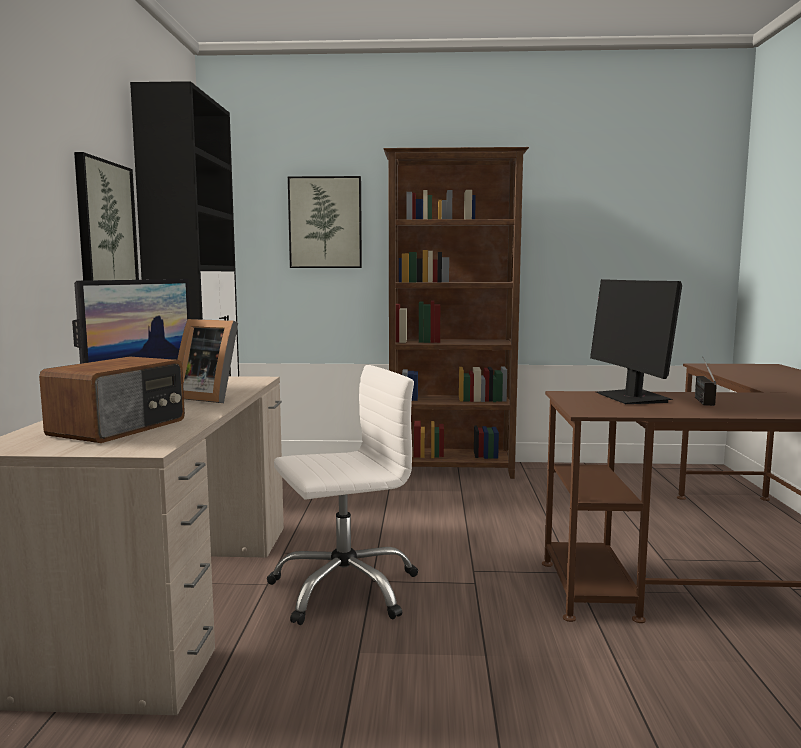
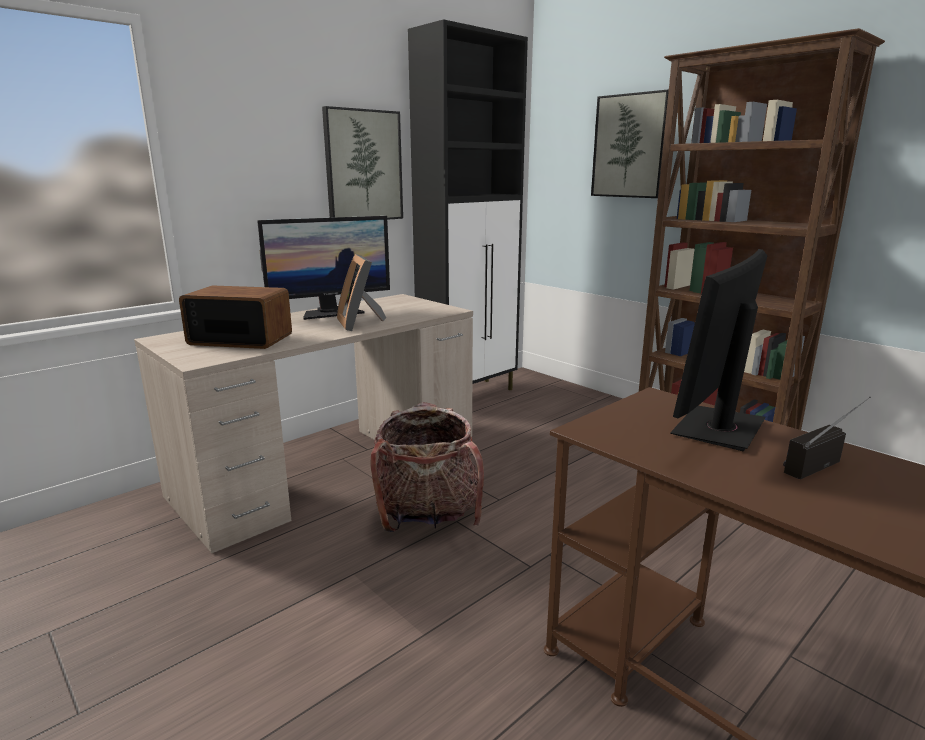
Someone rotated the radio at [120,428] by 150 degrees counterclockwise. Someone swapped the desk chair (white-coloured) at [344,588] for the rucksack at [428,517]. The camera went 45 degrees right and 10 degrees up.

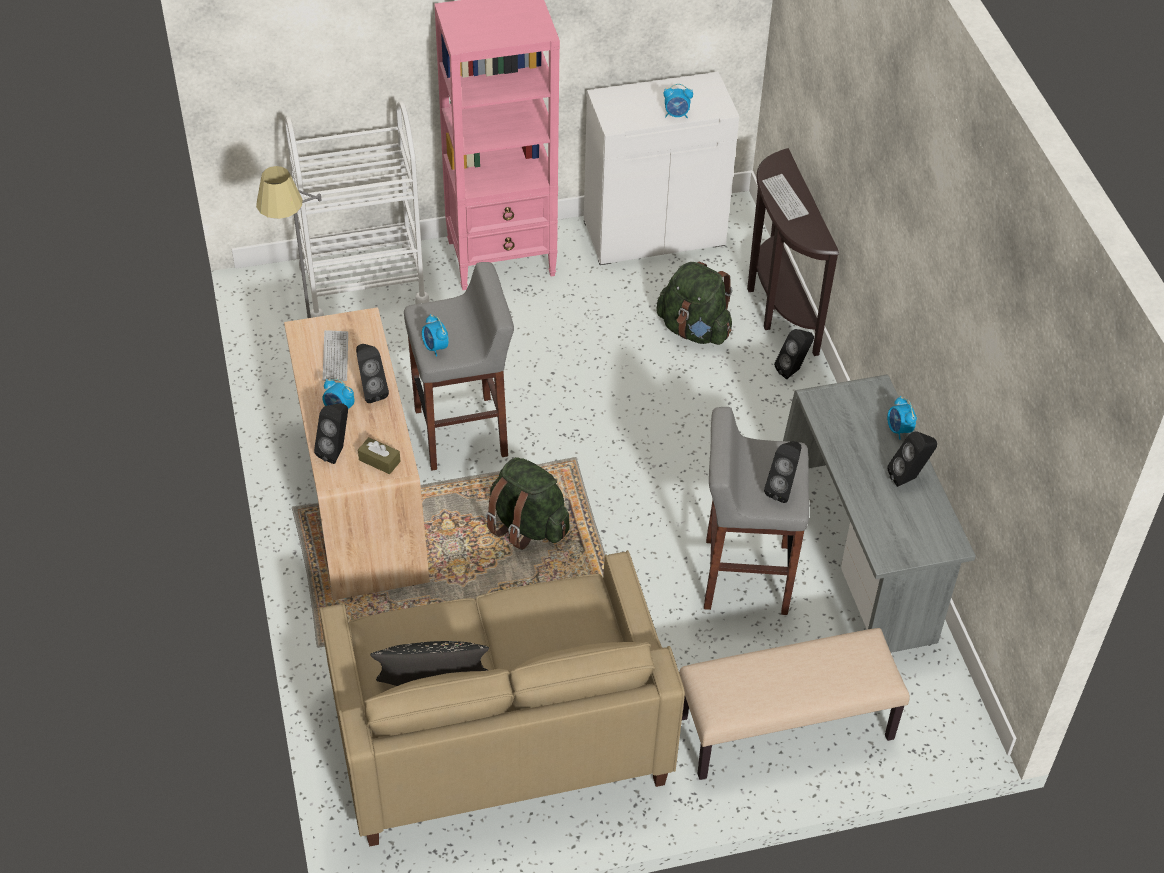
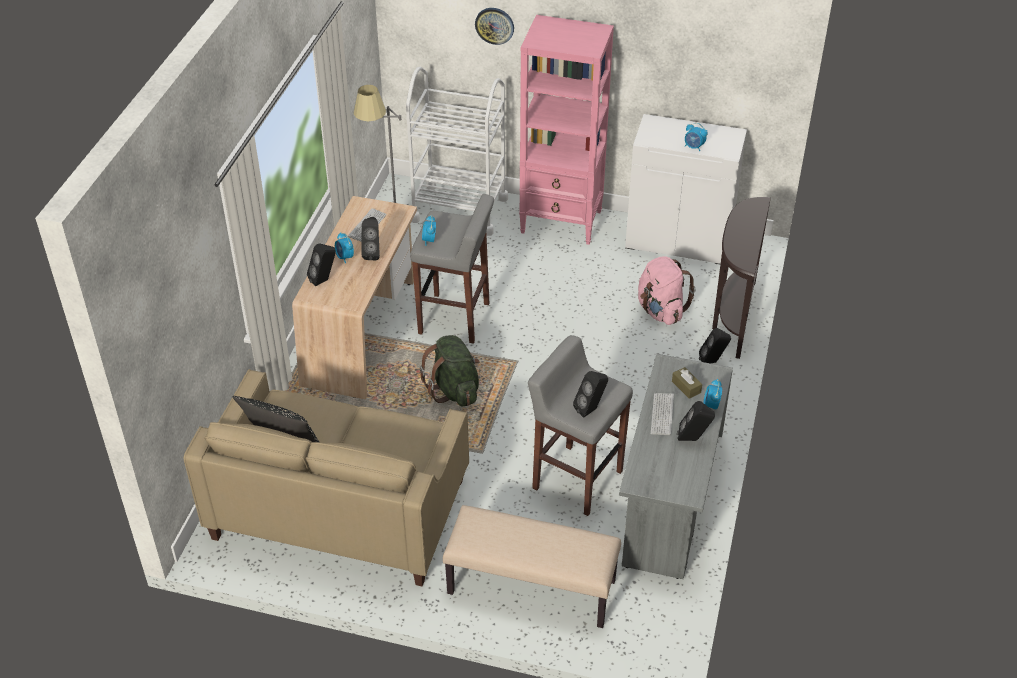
Someone carried the keyboard from [785,198] to [662,415]. Someone repainted the rucksack (green) at [694,330], which became the rucksack (pinkish) at [661,311]. Someone carried the tissue box (brownish) from [379,461] to [686,387]. Someone put up the clock on the wall at [494,25]. The camera went 30 degrees right and 5 degrees down.

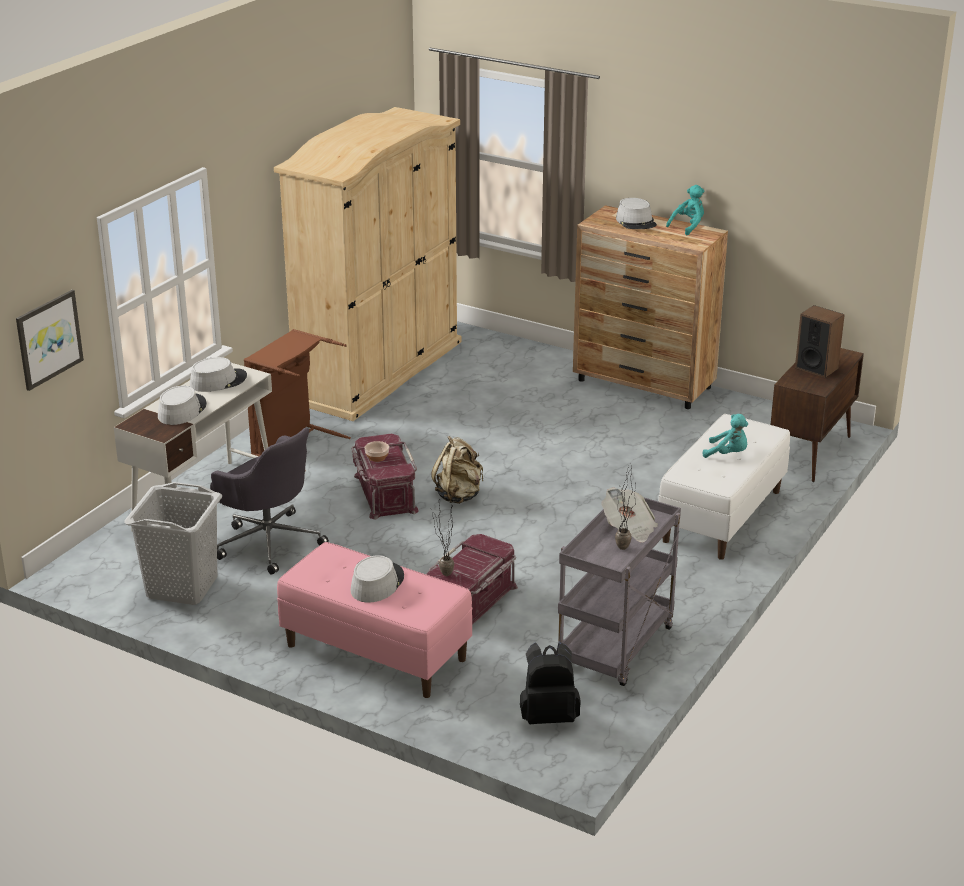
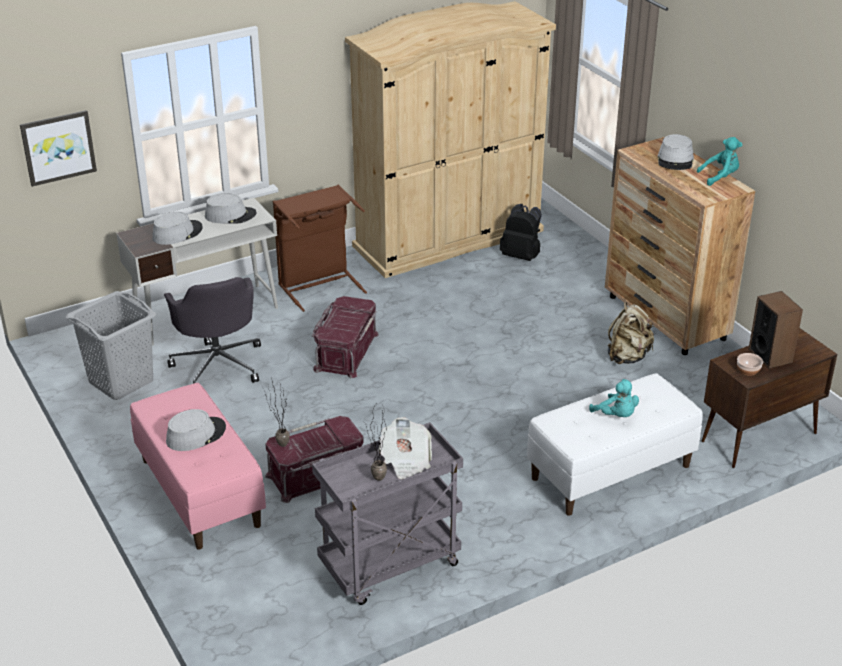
Someone carried the rucksack (beige-coloured) from [459,495] to [627,357]. Someone carried the serving bowl from [376,457] to [748,370]. Someone carried the rucksack (blackish) from [548,716] to [521,256]. The camera went 30 degrees right and 5 degrees up.

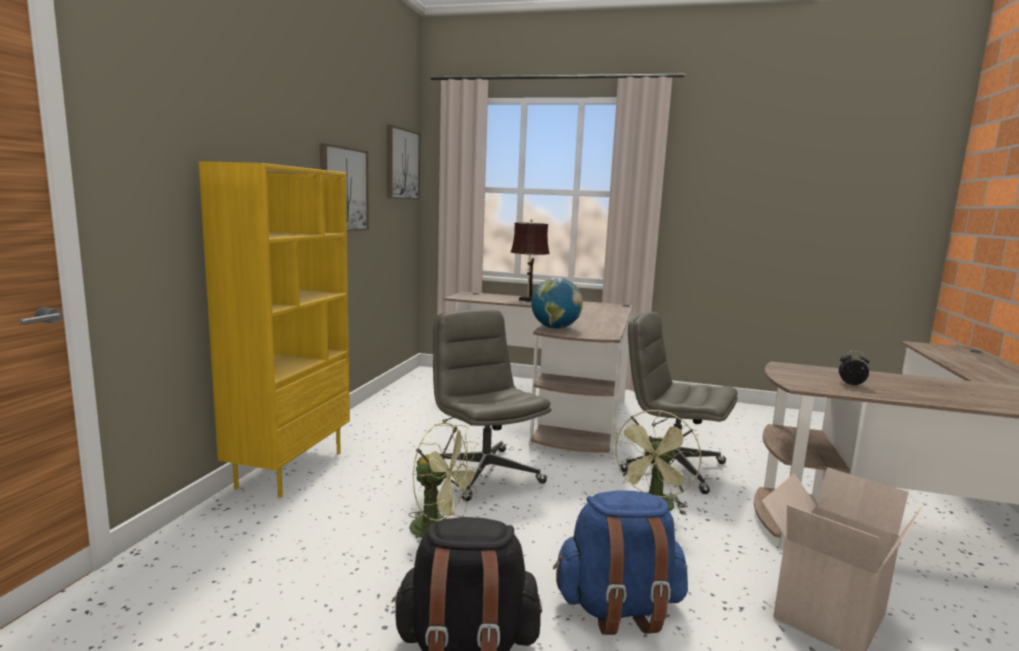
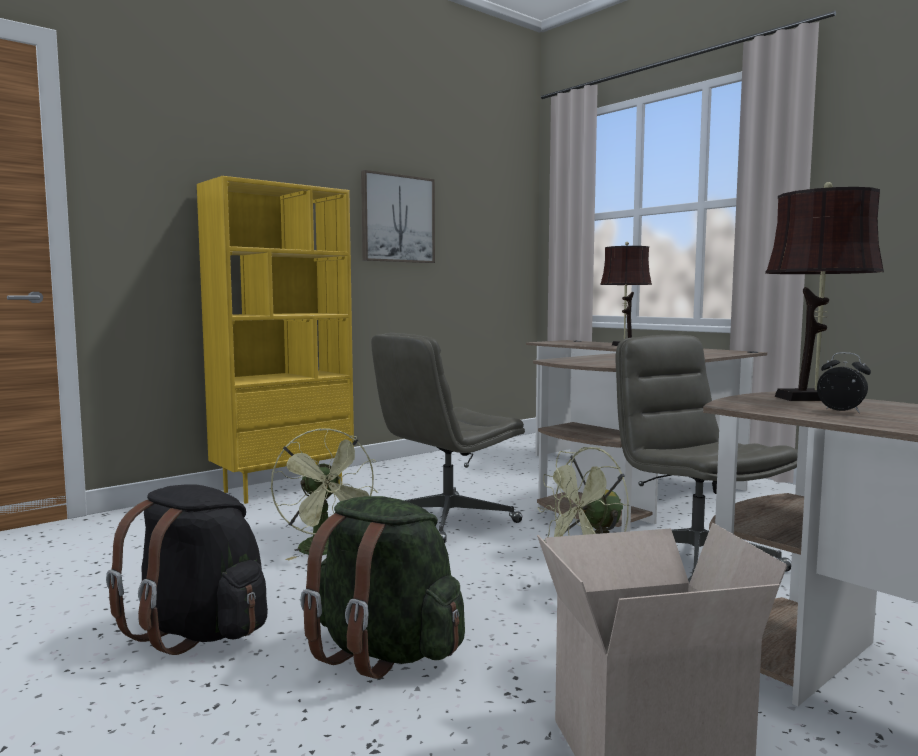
Someone took away the picture at [402,164]. Someone took away the globe at [555,328]. Someone rotated the desk chair (greyish) at [484,473] by 135 degrees counterclockwise. Someone repainted the rucksack (blue) at [618,608], which became the rucksack (green) at [383,652]. Someone put down the table lamp (brownish) at [814,398]. The camera went 35 degrees right and 5 degrees down.

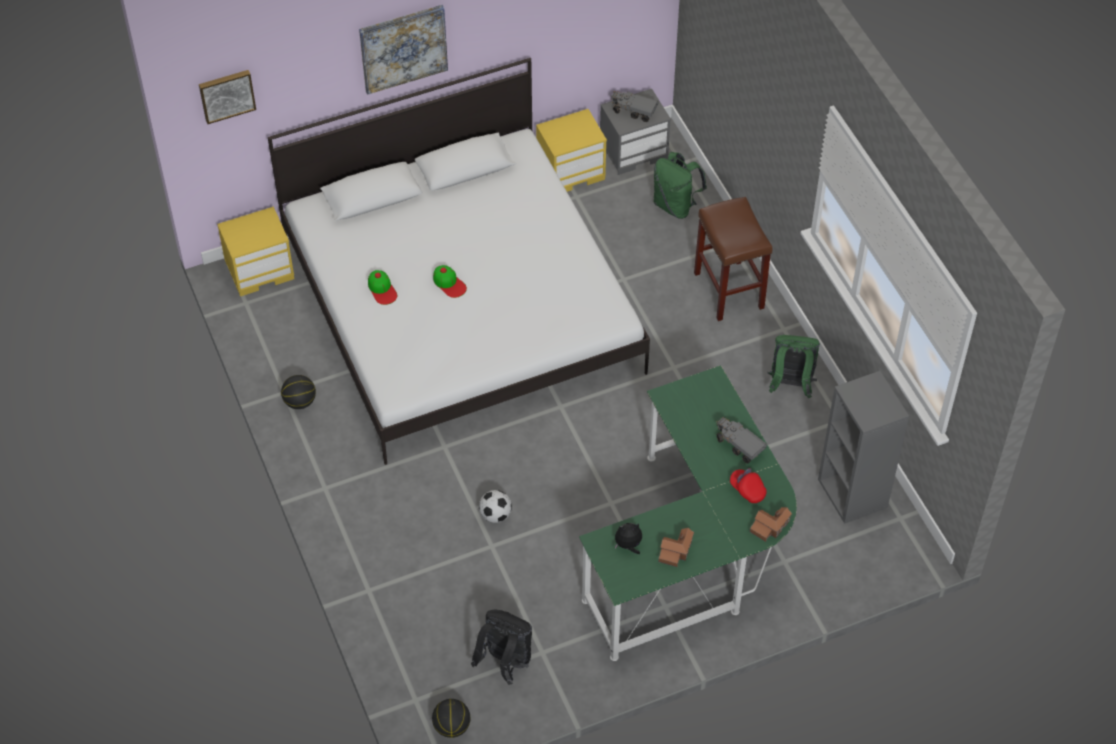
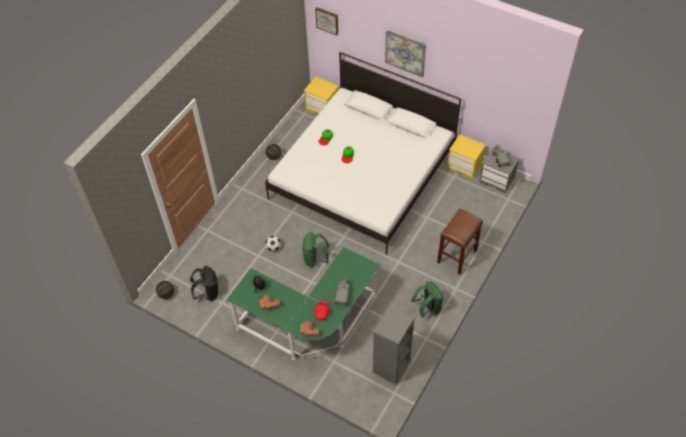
Someone carried the rucksack (green) from [675,205] to [315,259]. The camera went 55 degrees right and 0 degrees up.

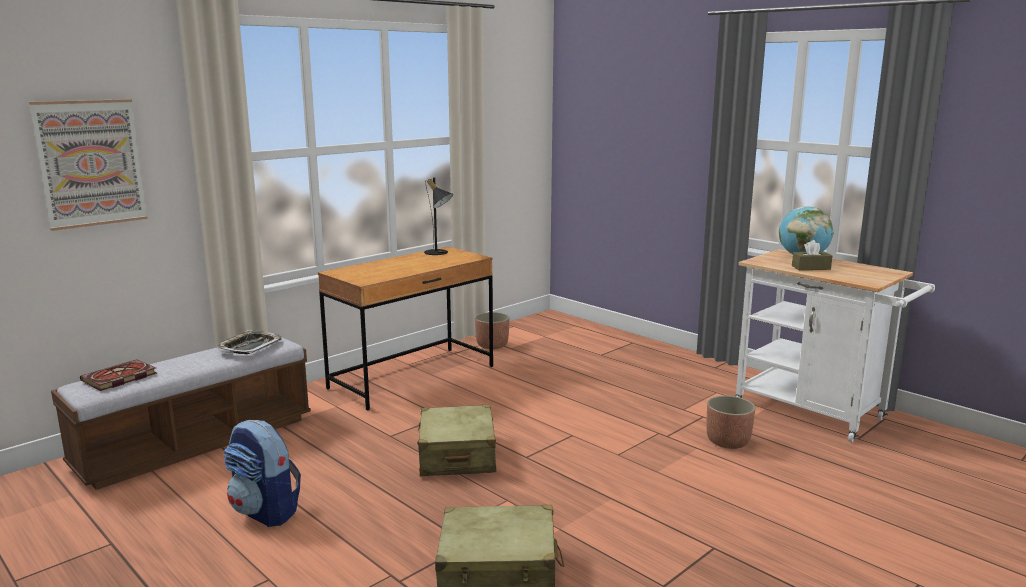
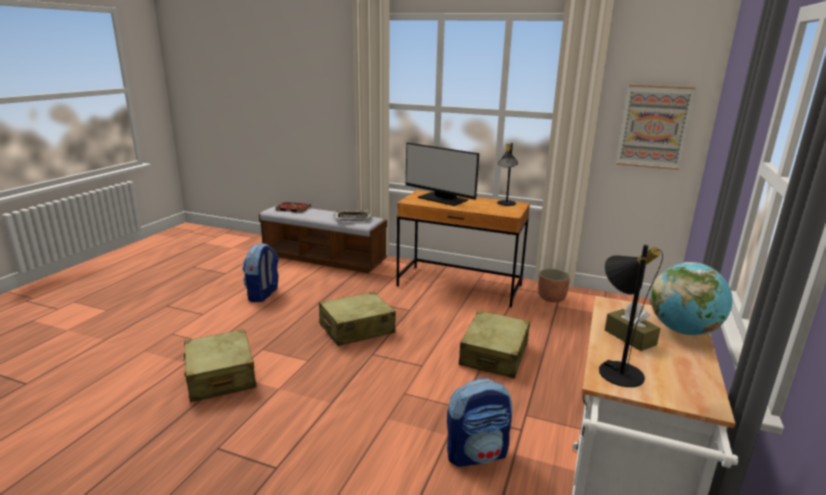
Someone carried the picture from [90,163] to [654,127]. Someone swapped the planter at [727,441] for the rucksack at [477,453]. Someone put down the computer display at [442,199]. Someone put down the table lamp (blackish) at [616,369]. Someone put down the suitcase (beige-coloured) at [494,354]. The camera went 65 degrees right and 5 degrees up.

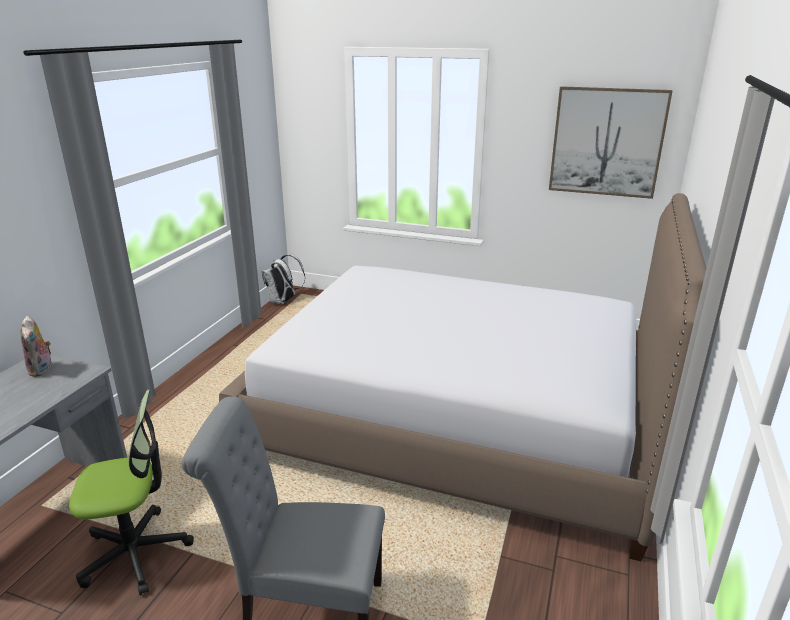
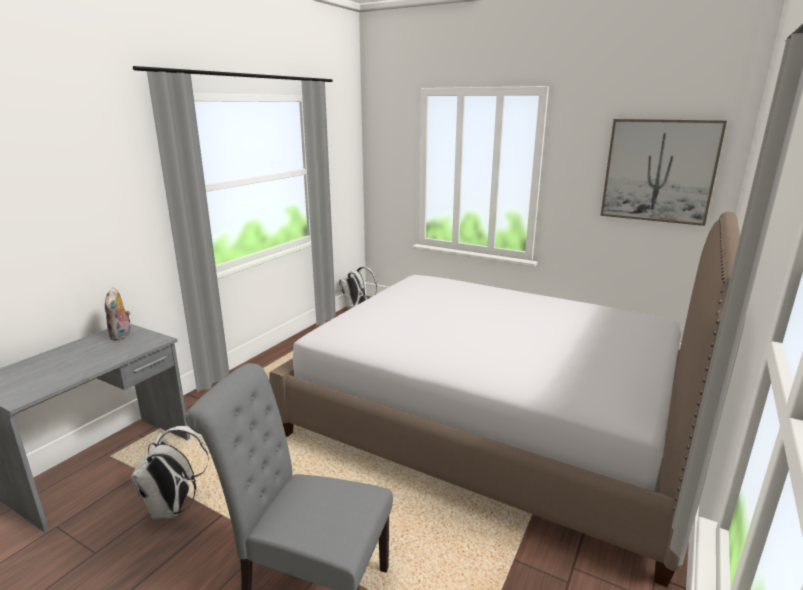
Someone swapped the desk chair at [136,552] for the rucksack (white-coloured) at [173,507]. The camera went 10 degrees right and 5 degrees down.

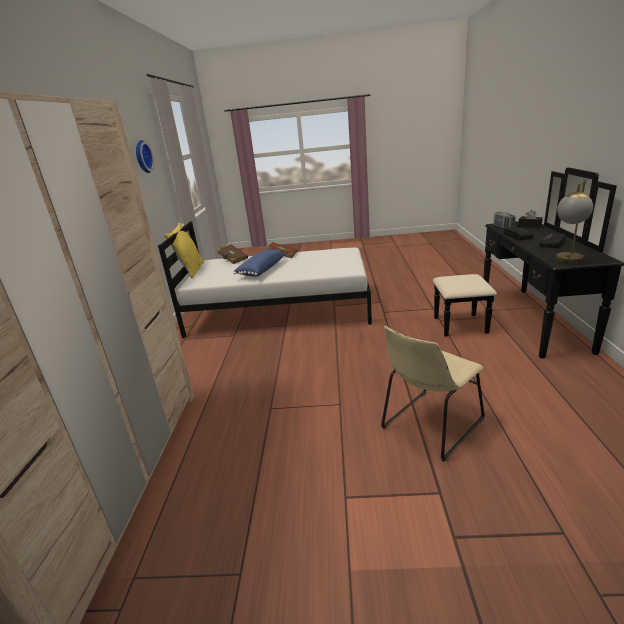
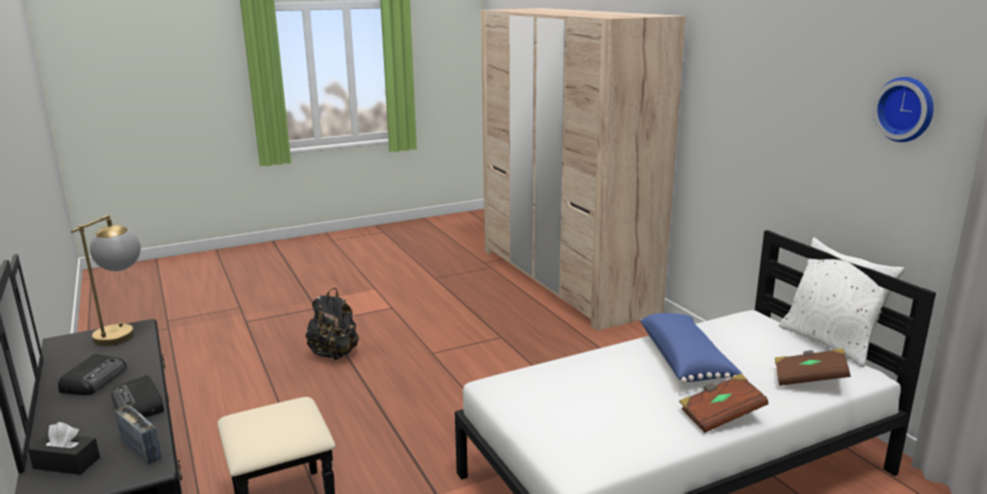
Someone repainted the cushion (yellow) at [190,271], which became the cushion (white-coloured) at [830,342]. Someone swapped the chair (beige-coloured) at [429,425] for the rucksack (blackish) at [334,354]. The camera went 150 degrees right and 5 degrees down.

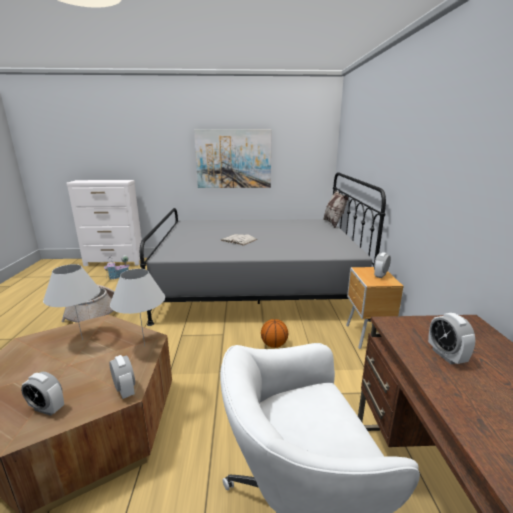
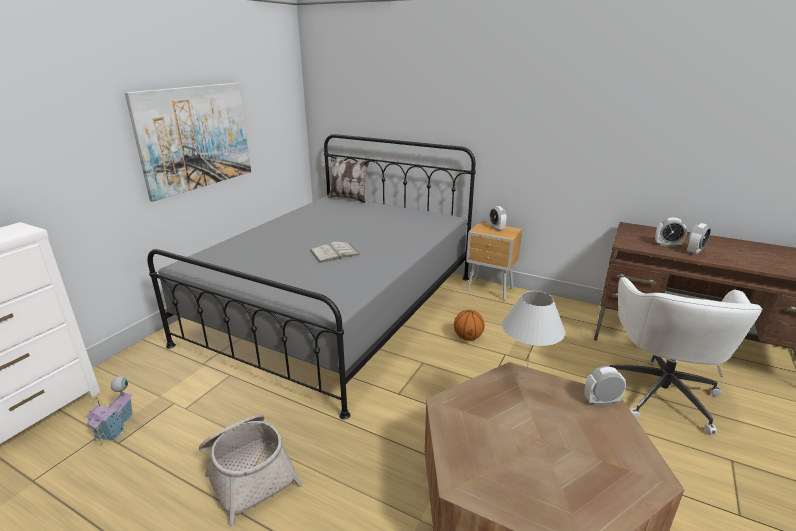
Someone took away the table lamp (white-coloured) at [82,339]. Someone carried the table clock from [47,409] to [694,251]. The camera went 60 degrees left and 5 degrees up.

